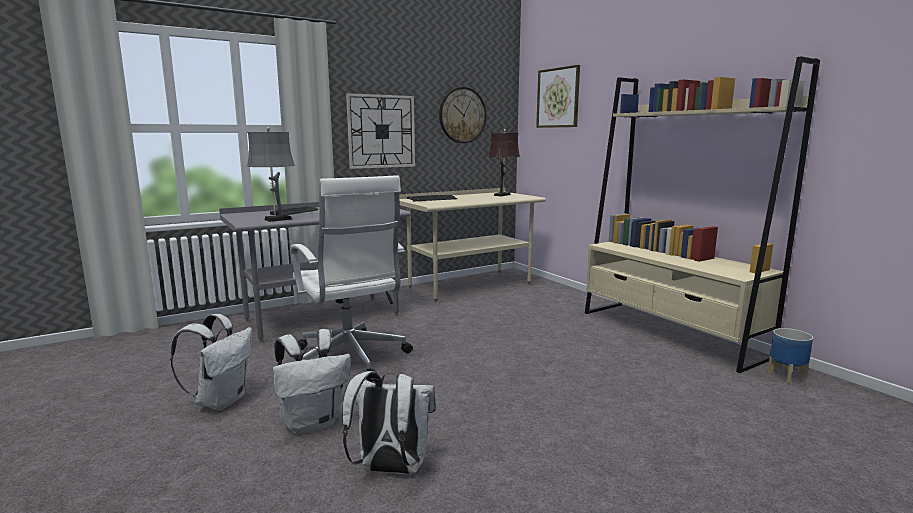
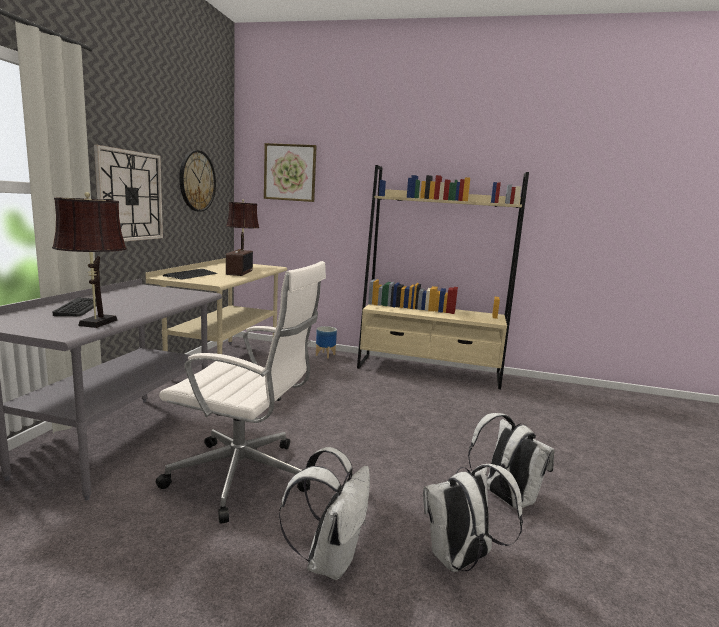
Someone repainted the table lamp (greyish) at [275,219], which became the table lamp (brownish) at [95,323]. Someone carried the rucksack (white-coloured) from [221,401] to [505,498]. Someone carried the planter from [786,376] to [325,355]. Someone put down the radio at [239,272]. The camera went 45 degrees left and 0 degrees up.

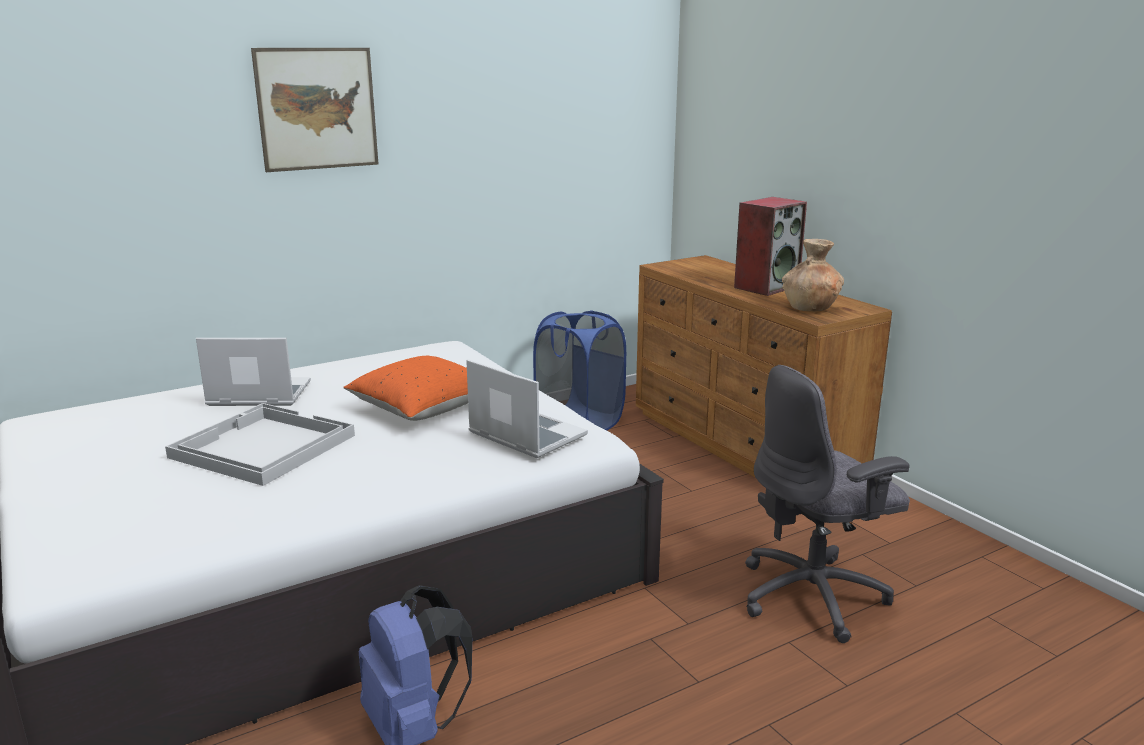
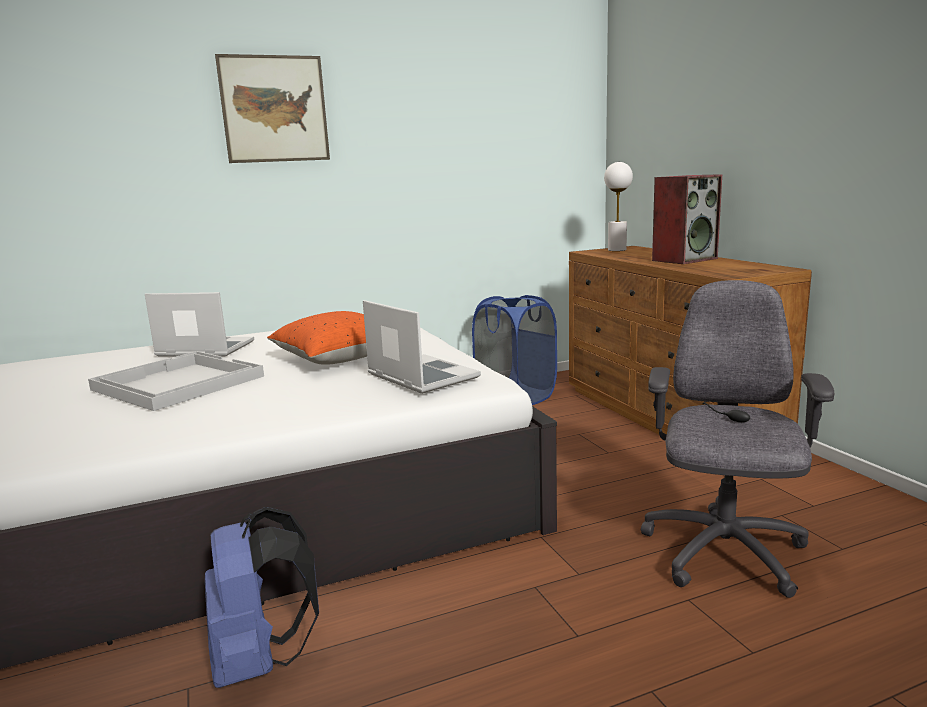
Someone took away the decorative vase (brownish) at [810,308]. Someone rotated the desk chair (greyish) at [814,596] by 120 degrees clockwise. Someone put down the table lamp (white-coloured) at [617,250]. The camera went 10 degrees right and 5 degrees down.

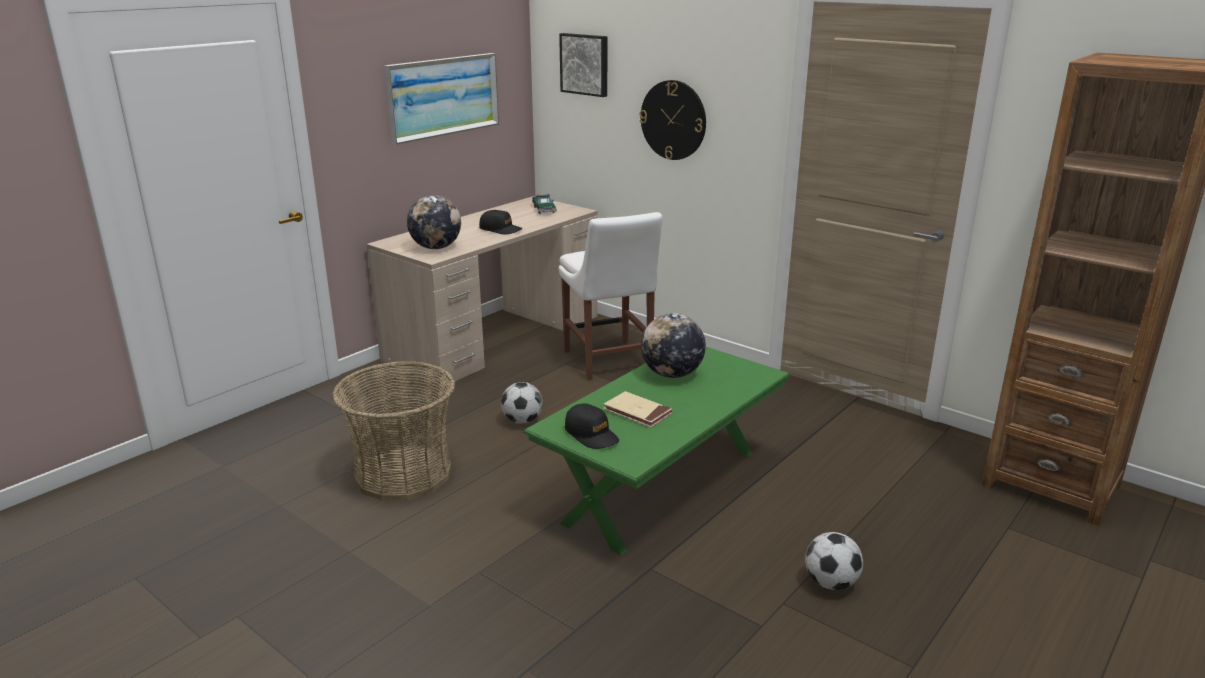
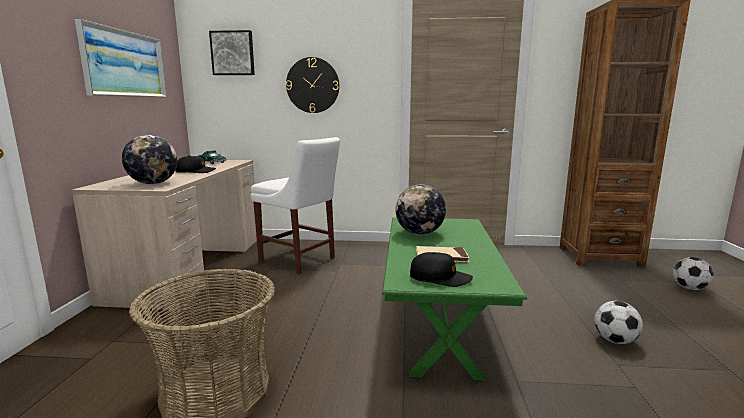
Someone carried the ball for football from [522,421] to [689,288]. The camera went 35 degrees left and 10 degrees down.

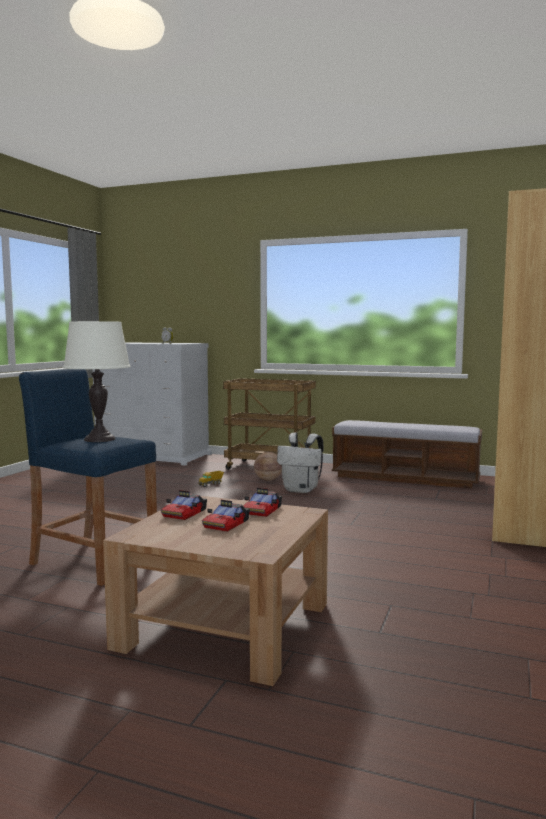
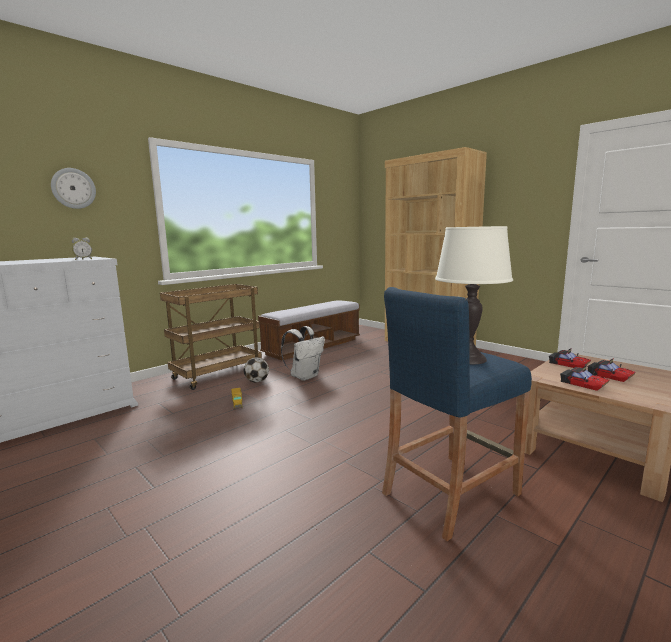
Someone swapped the basketball at [268,480] for the ball for football at [257,381]. Someone put up the clock on the wall at [73,188]. The camera went 65 degrees left and 5 degrees up.

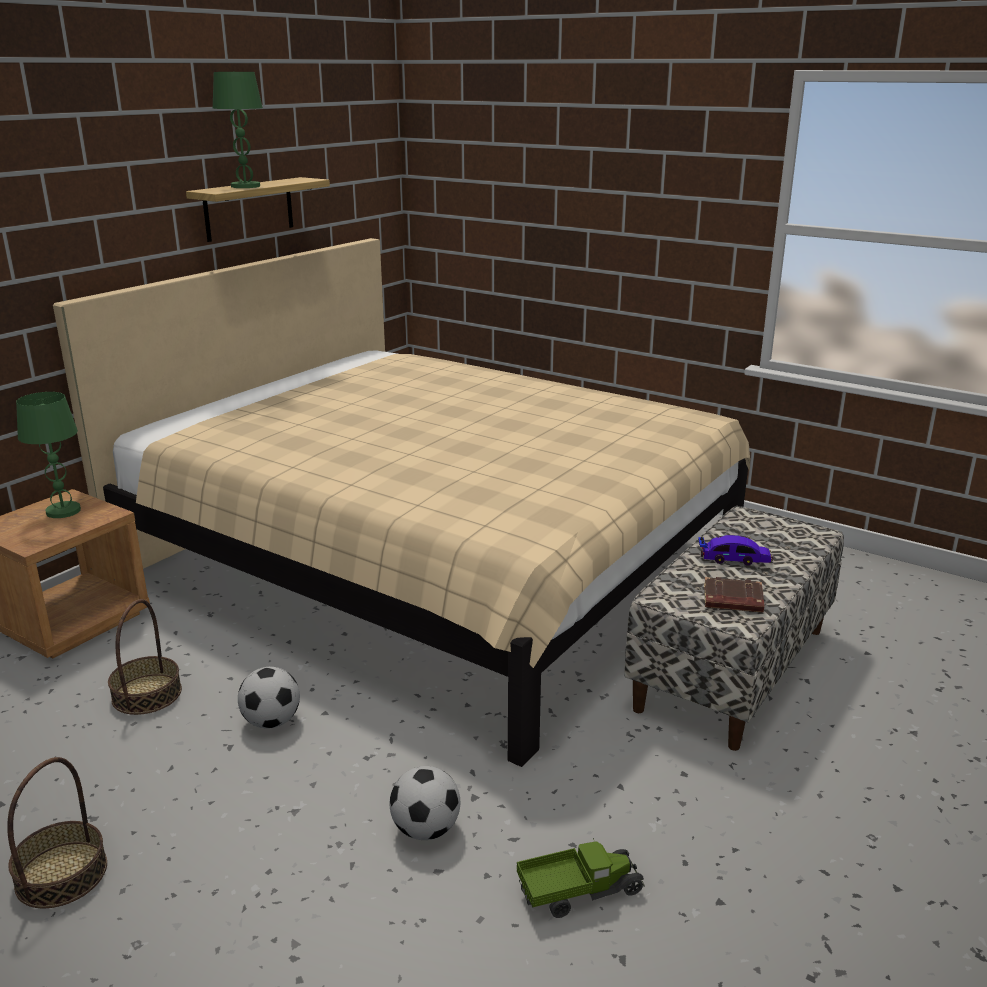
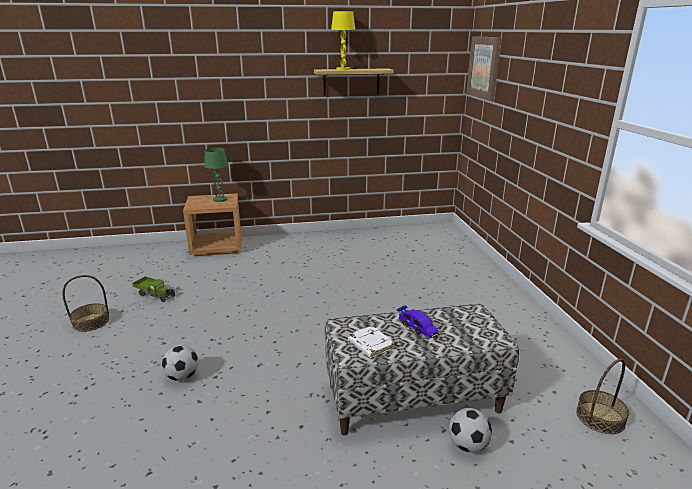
Someone repainted the table lamp (green) at [245,186], which became the table lamp (yellow) at [343,69]. Someone took away the sleeping bed (beige-coloured) at [433,565]. Someone repainted the volume (brownish) at [732,600], which became the volume (white-coloured) at [370,344]. Someone carried the basket from [146,694] to [600,417]. Someone carried the ball for football from [271,722] to [468,445]. Someone carried the toy lorry from [578,891] to [155,294]. Someone put up the picture at [484,67]. The camera went 45 degrees right and 0 degrees up.

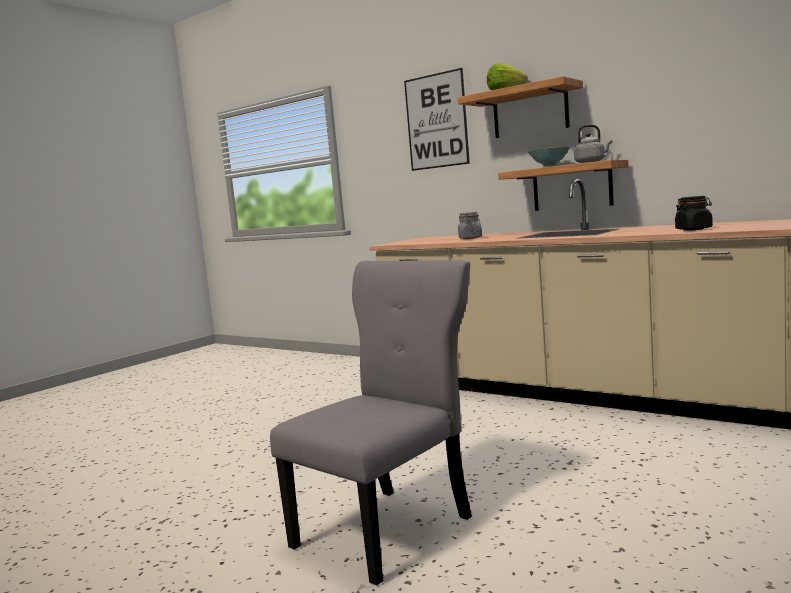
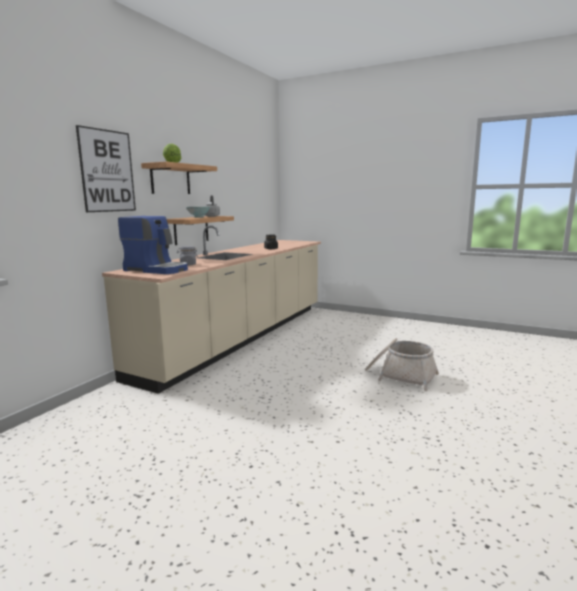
Someone swapped the chair (greyish) at [389,529] for the basket at [400,375]. Someone put down the coffee machine at [157,269]. The camera went 100 degrees left and 5 degrees up.

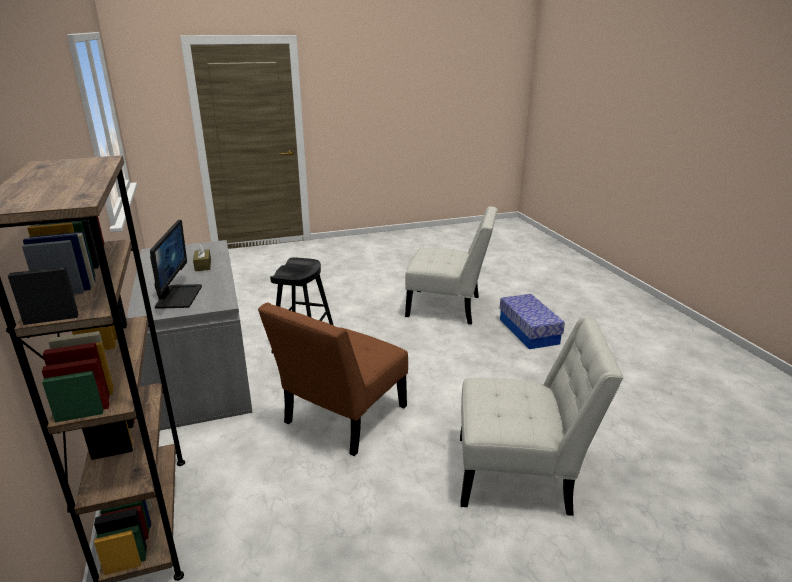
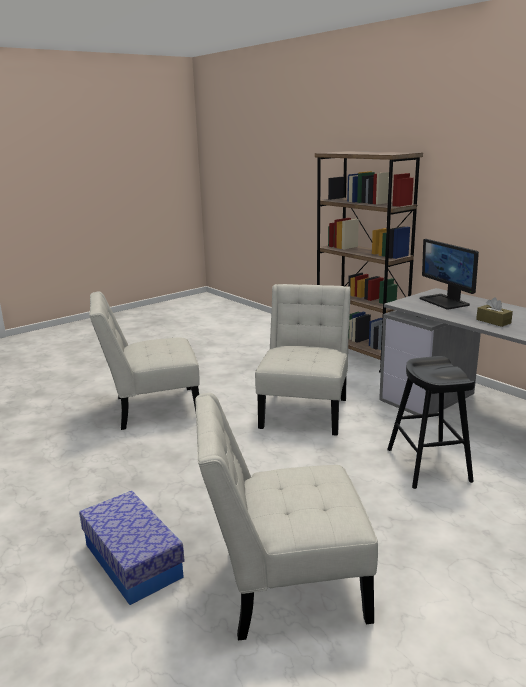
Someone repainted the chair (brownish) at [341,418], which became the chair (white-coloured) at [305,410]. The camera went 160 degrees right and 5 degrees down.

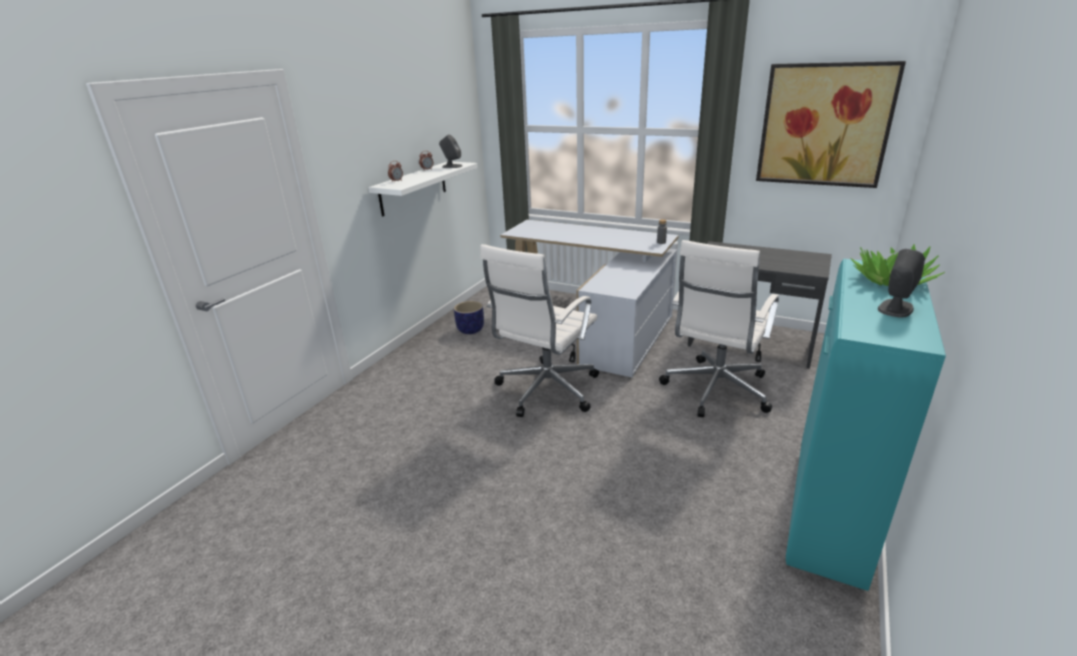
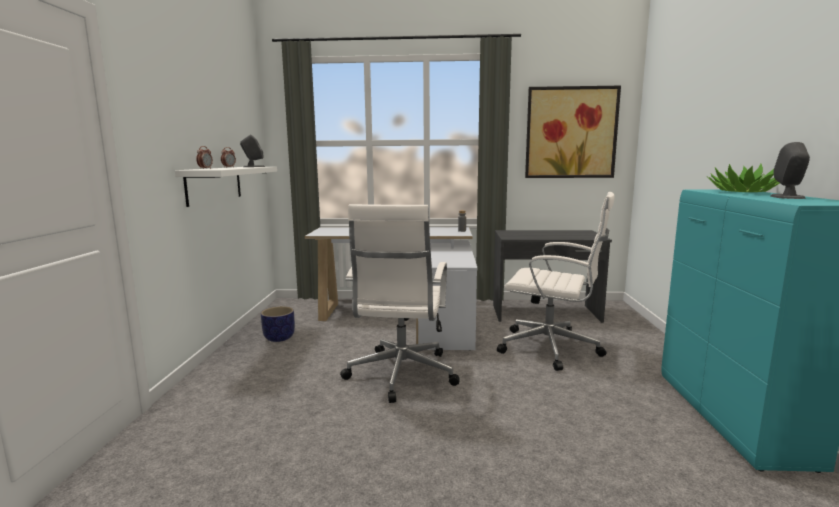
Someone rotated the desk chair (white-coloured) at [715,390] by 75 degrees counterclockwise. The camera went 25 degrees left and 15 degrees down.

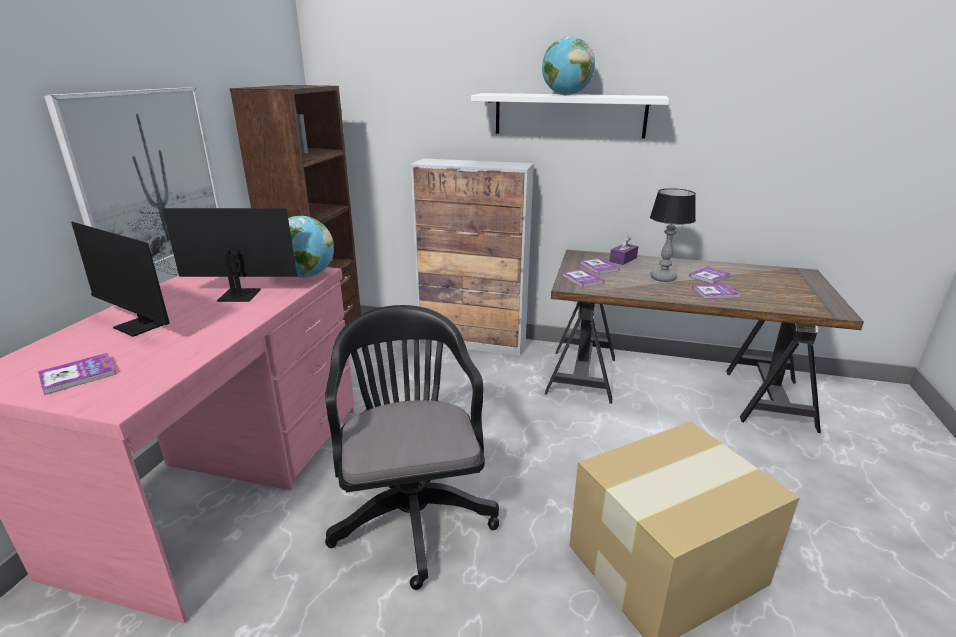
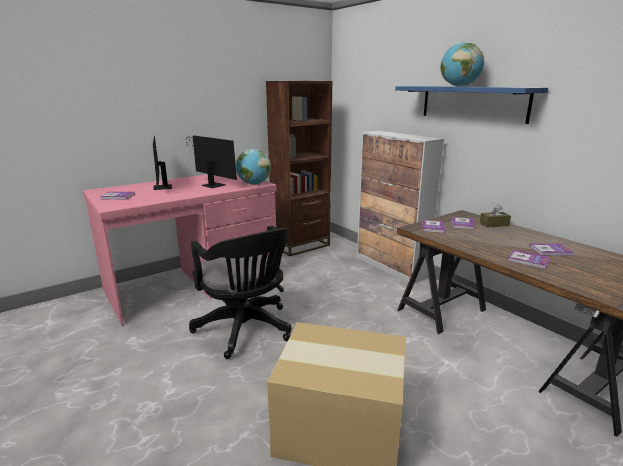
Someone took away the picture at [149,179]. Someone repainted the shelf (white-coloured) at [569,115], which became the shelf (blue) at [472,103]. Someone took away the table lamp at [662,278]. Someone repainted the tissue box (purple) at [623,259], which became the tissue box (brownish) at [494,224]. Someone rotated the desk chair (blackish) at [412,510] by 120 degrees clockwise. The camera went 40 degrees right and 5 degrees down.

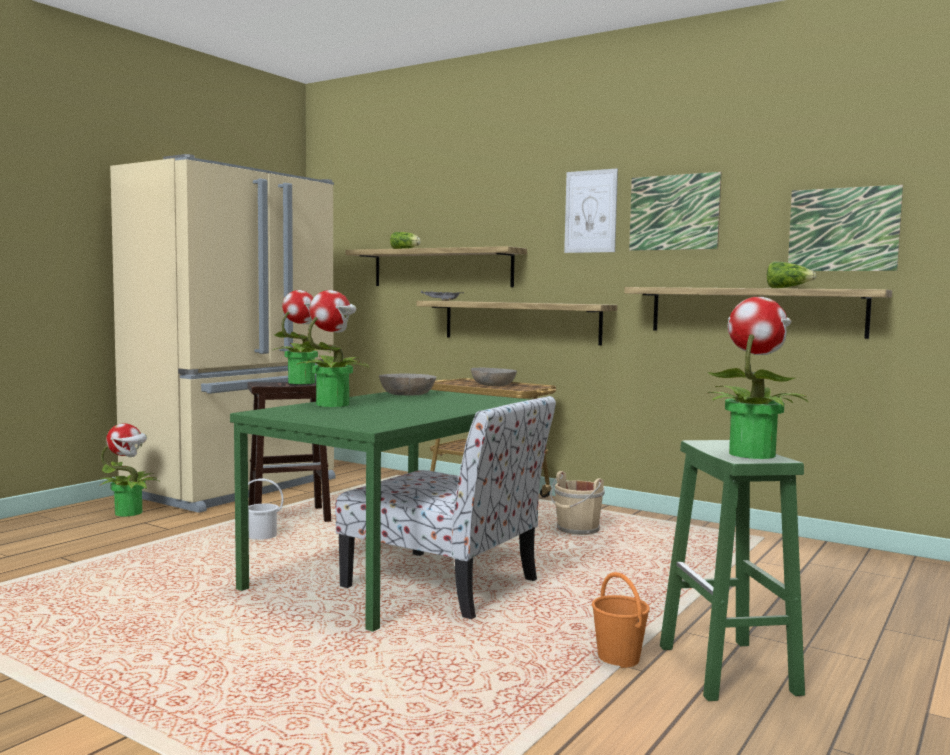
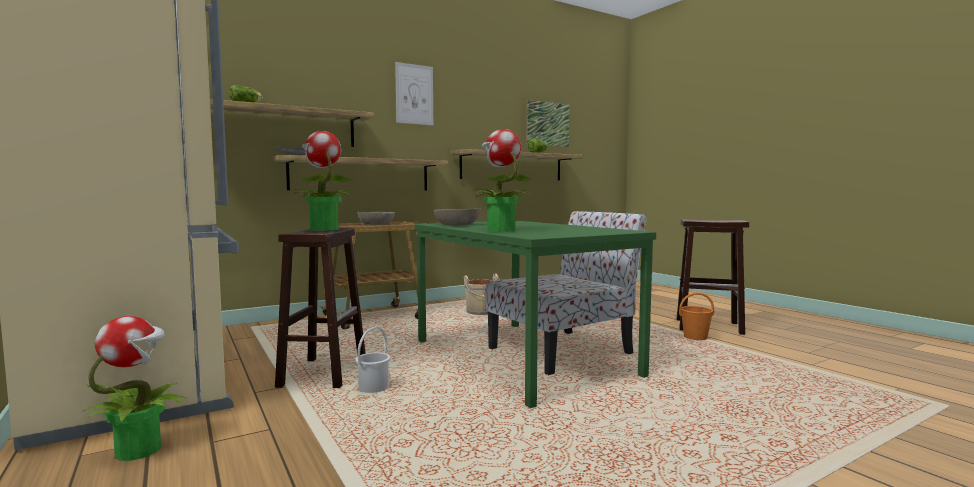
Someone took away the picture at [674,212]. Someone took away the plant in a pot at [751,454]. Someone repainted the sitting stool (green) at [729,670], which became the sitting stool (brownish) at [710,326]. The camera went 65 degrees left and 0 degrees up.

